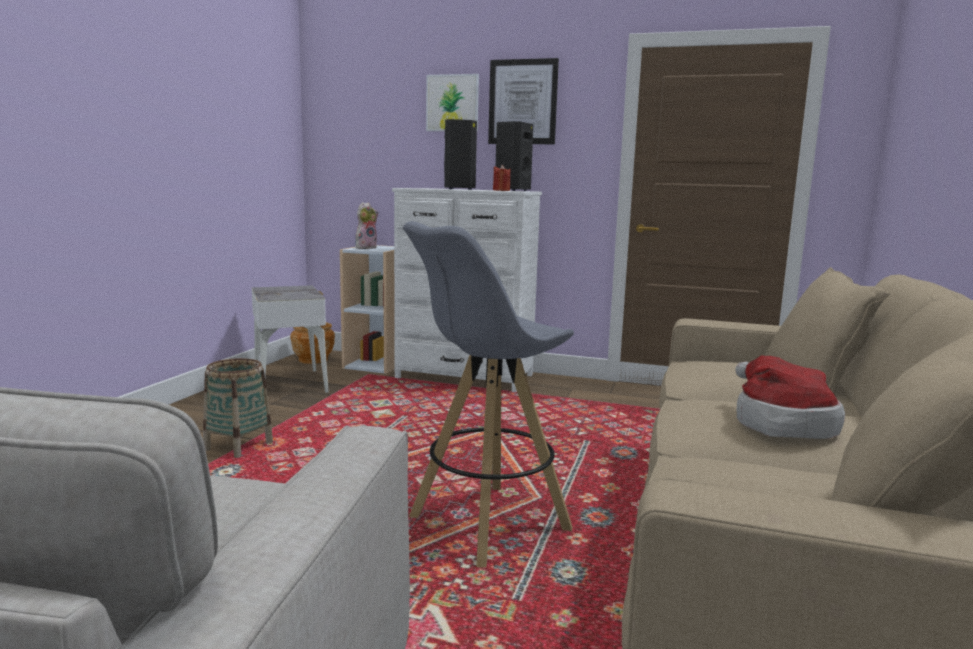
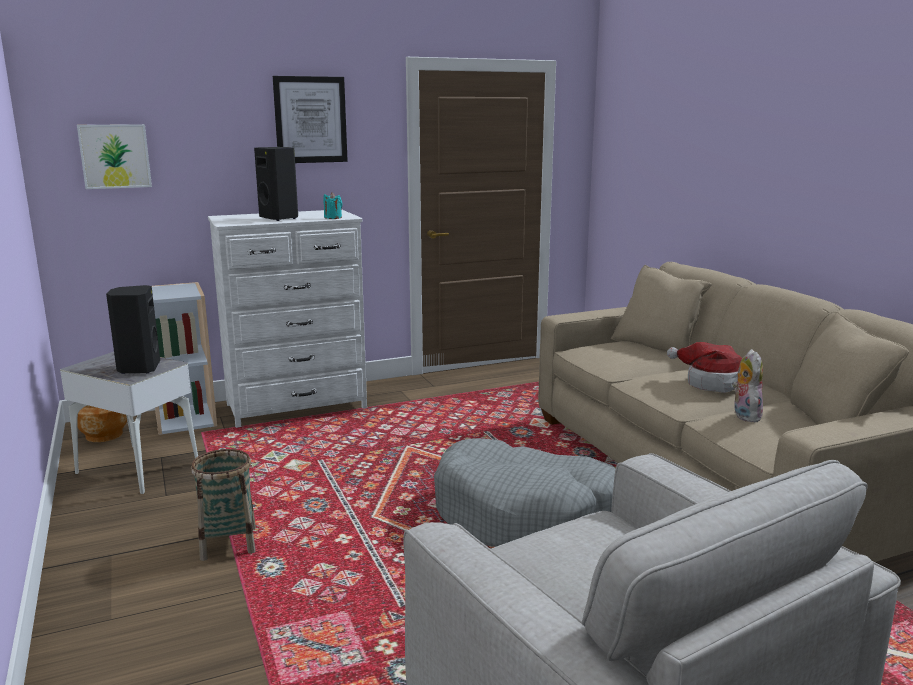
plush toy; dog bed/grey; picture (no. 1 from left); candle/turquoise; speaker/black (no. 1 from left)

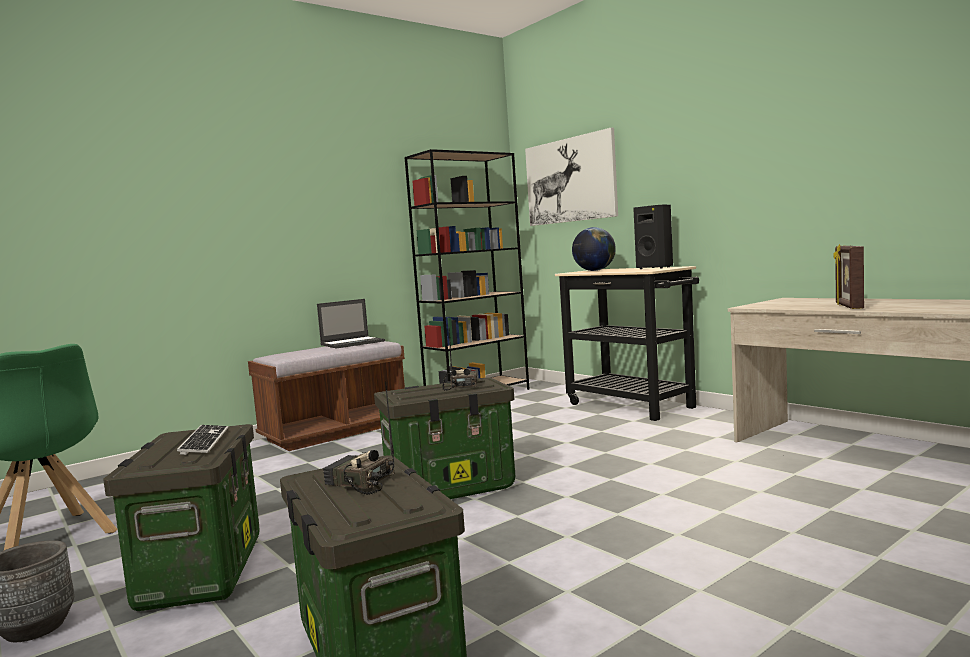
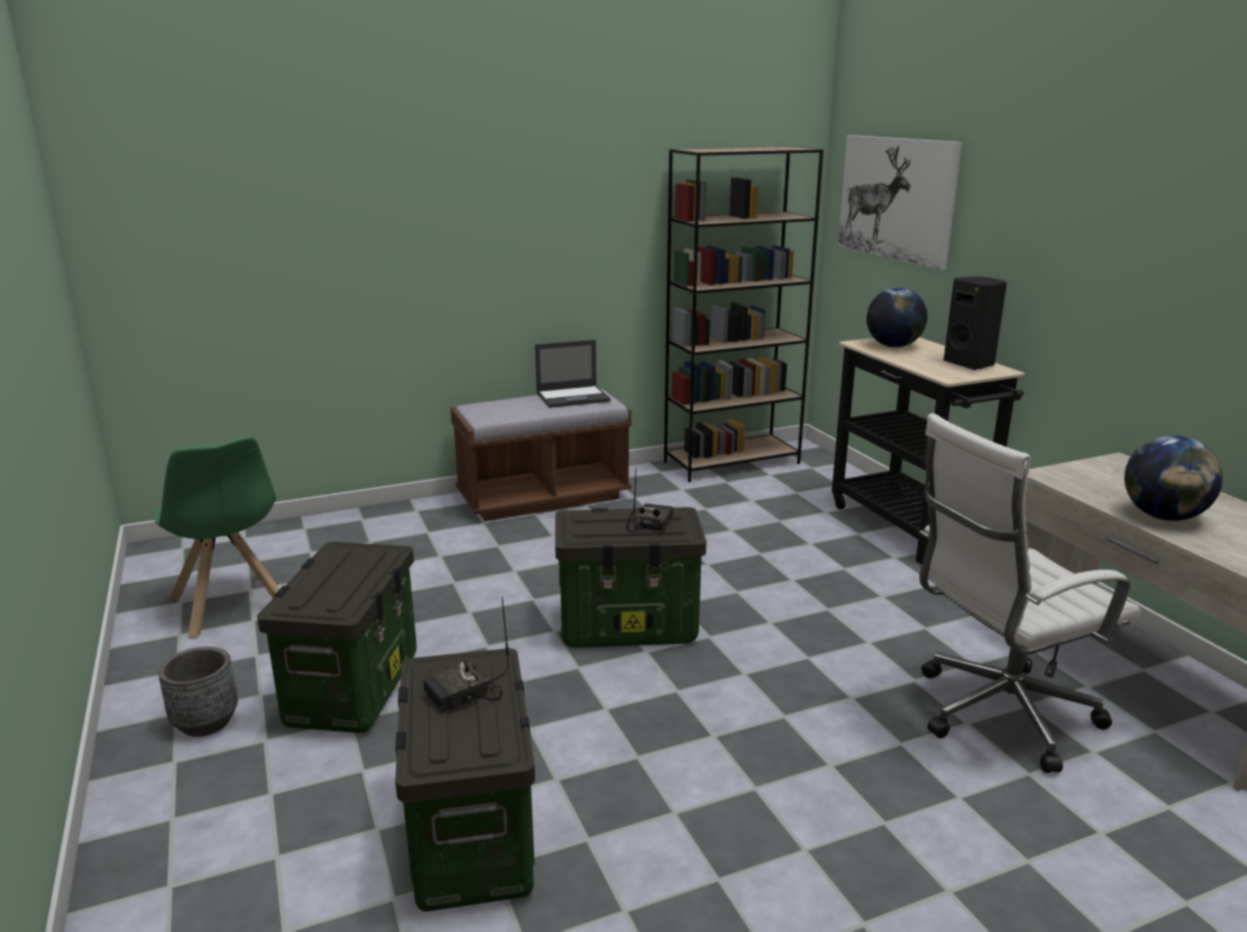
keyboard; radio (no. 1 from left); globe (no. 2 from left); office chair/white

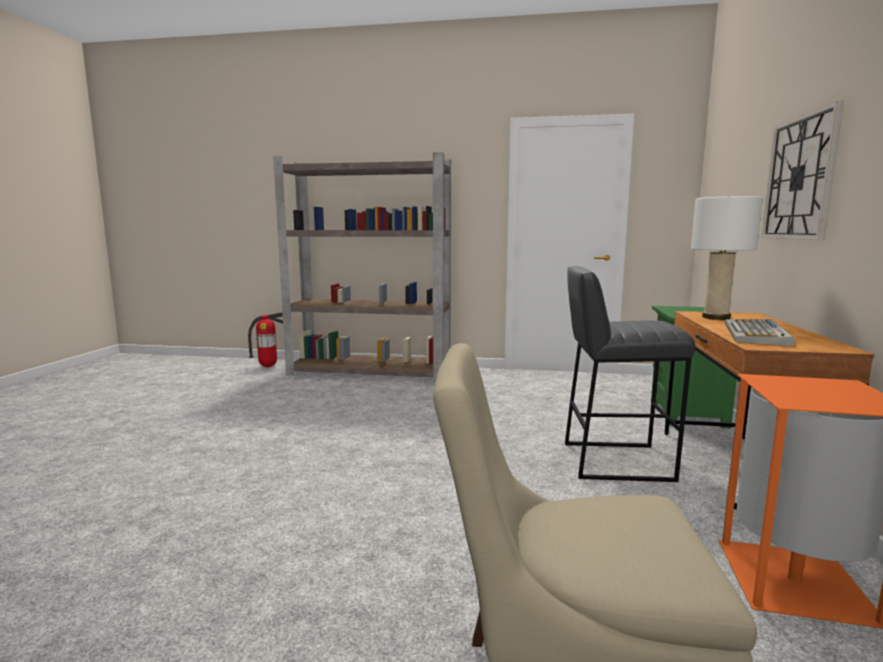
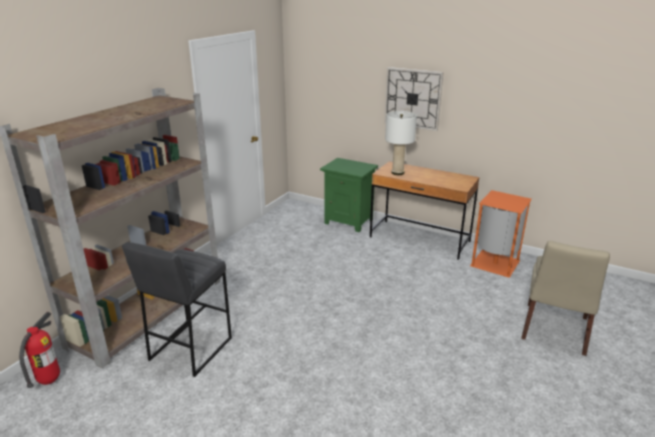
stool/grey; keyboard

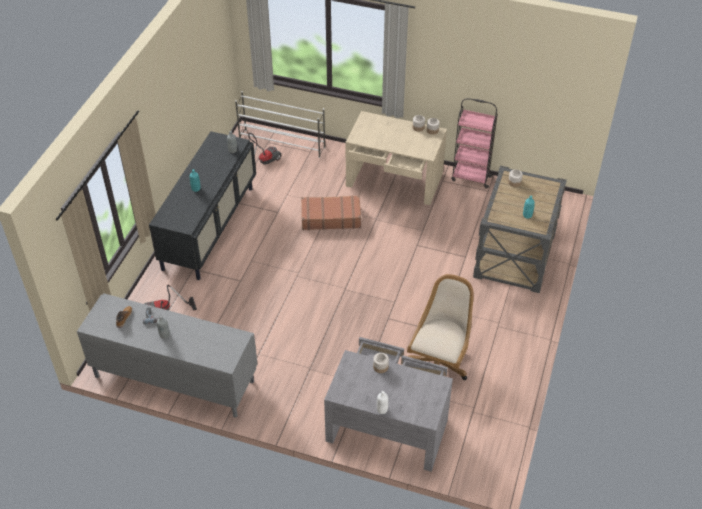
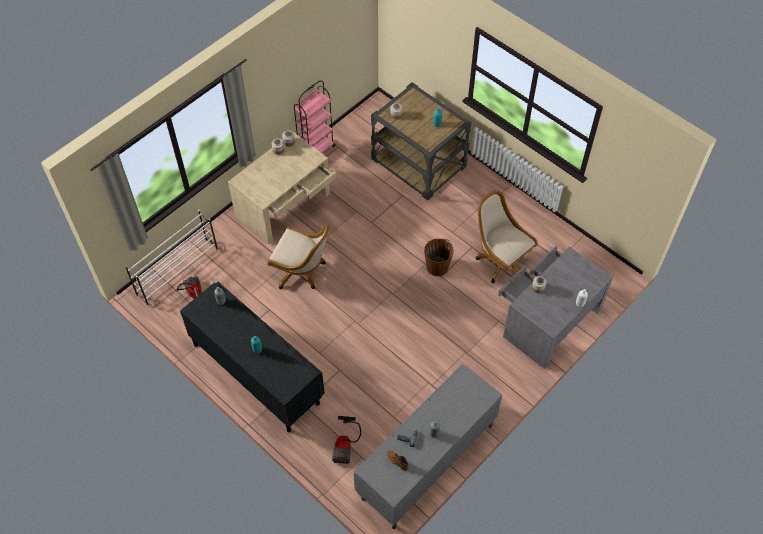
office chair (no. 1 from left); bucket/brown

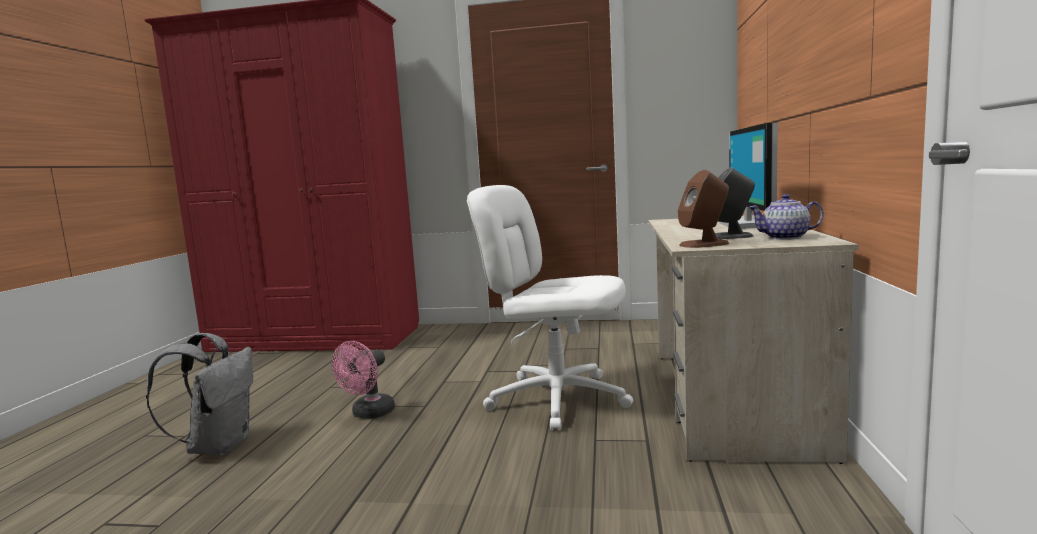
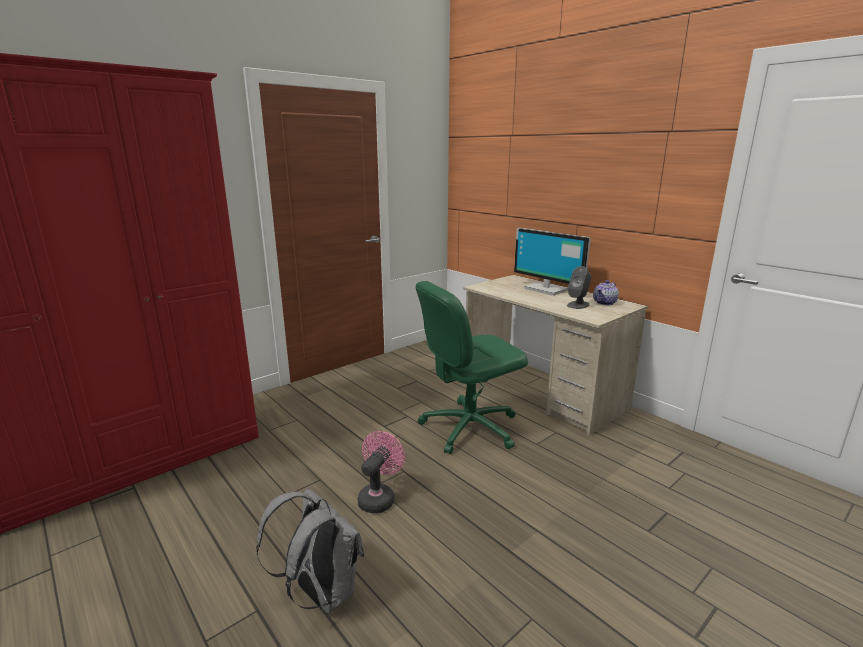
fan/pink; office chair/green; speaker/brown

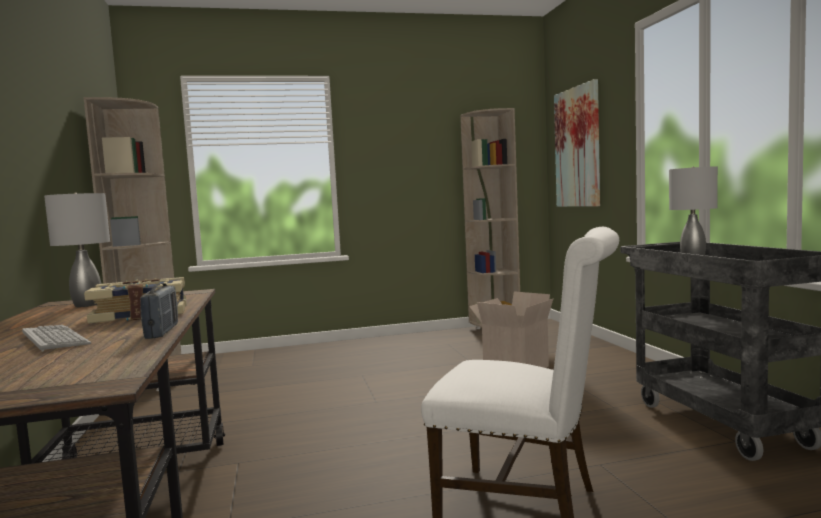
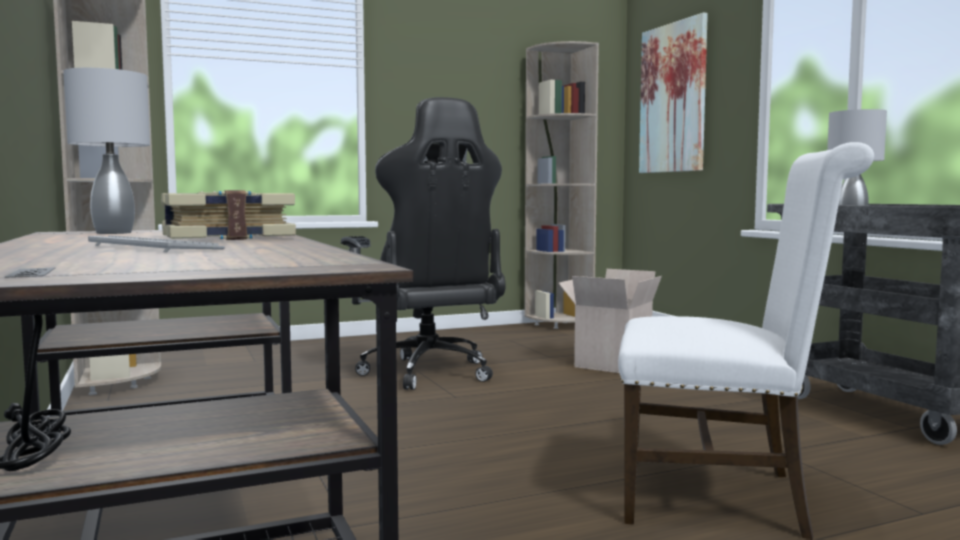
radio; office chair/black

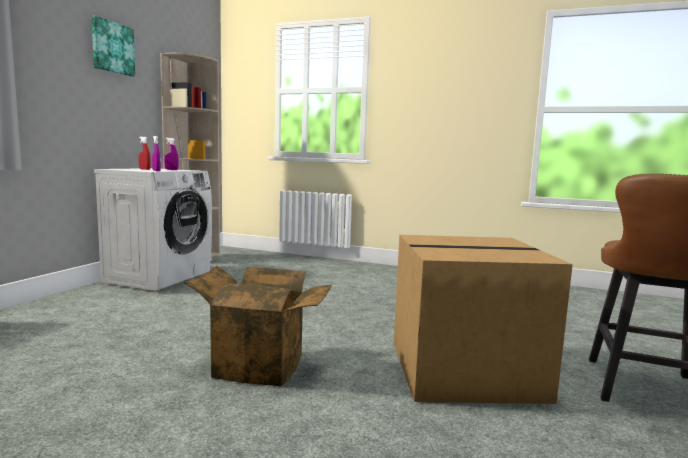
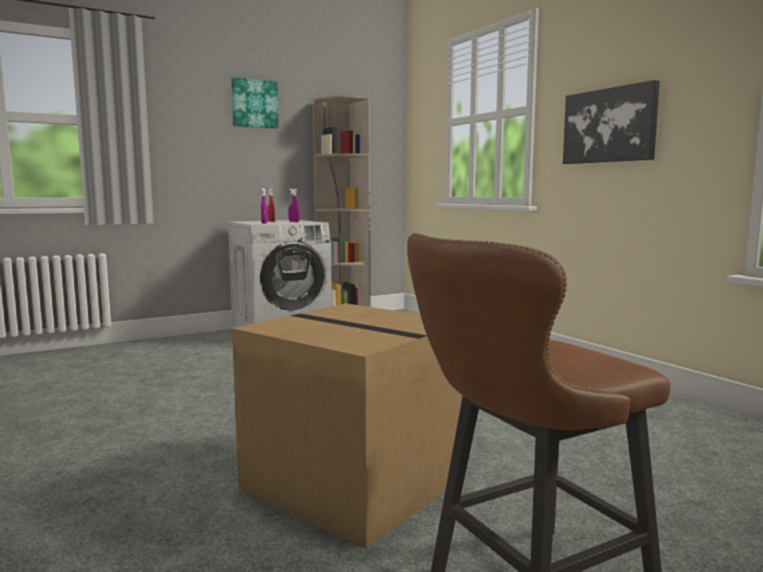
cardboard box (no. 1 from left in the first image); picture (no. 2 from left)

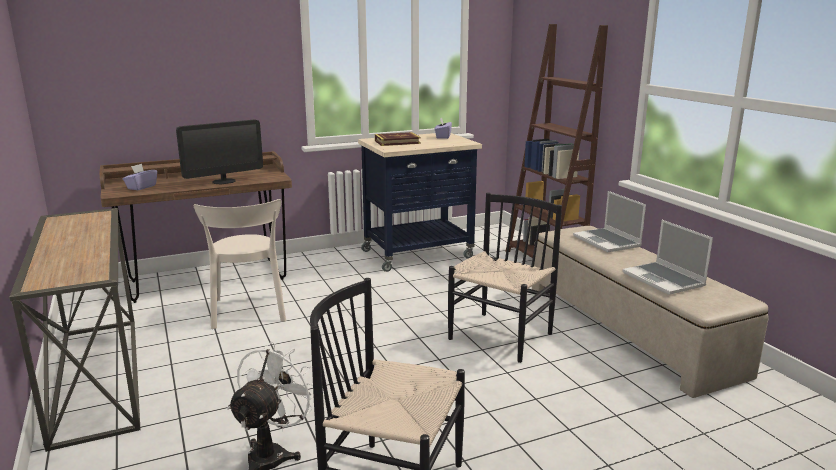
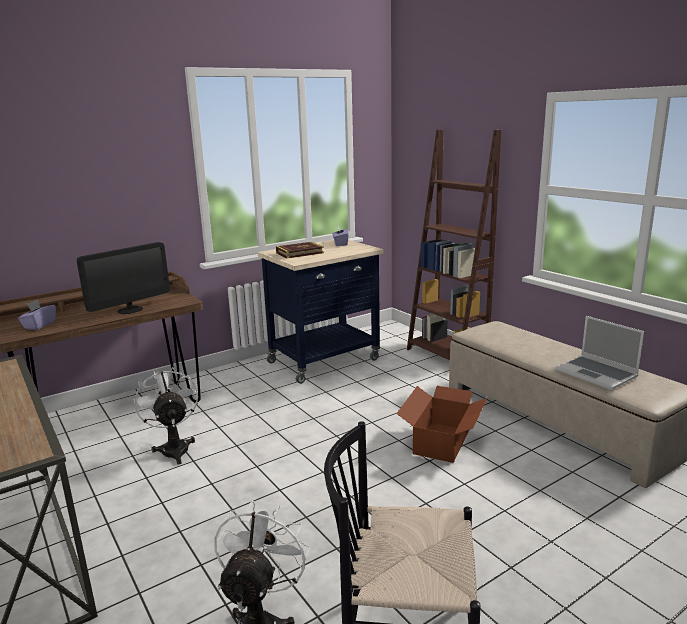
fan/white (no. 1 from left); cardboard box; laptop (no. 1 from left in the first image)

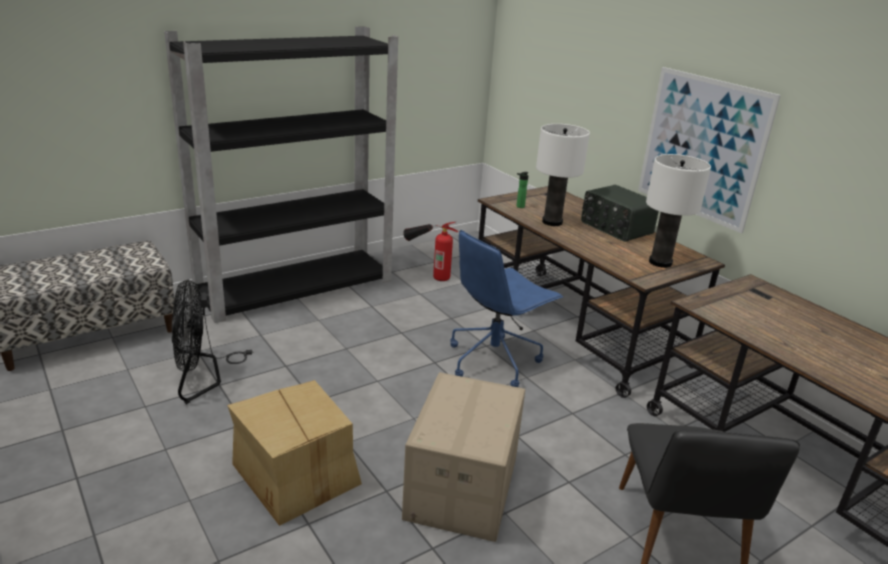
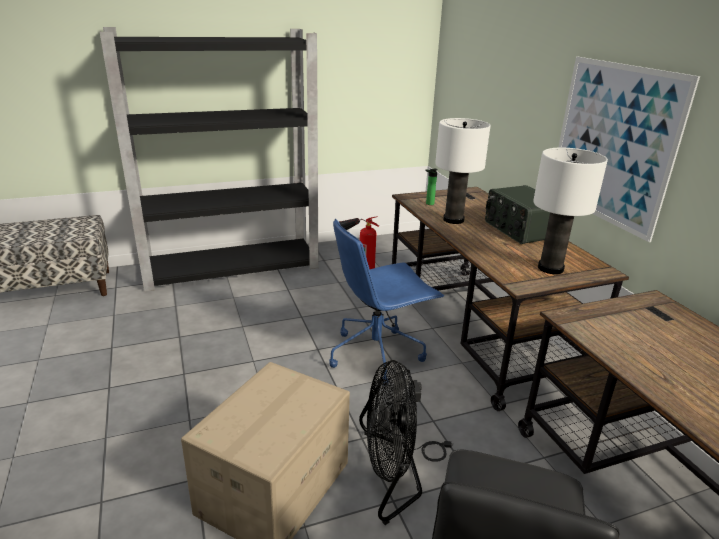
fan/black; cardboard box (no. 1 from left in the first image)

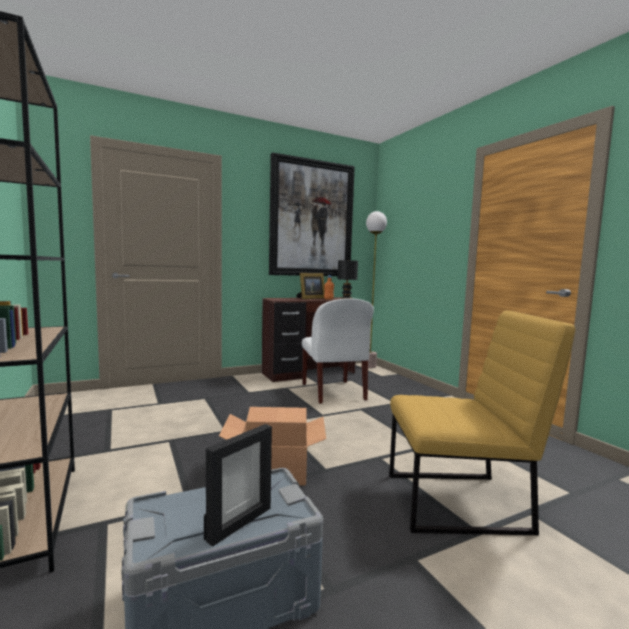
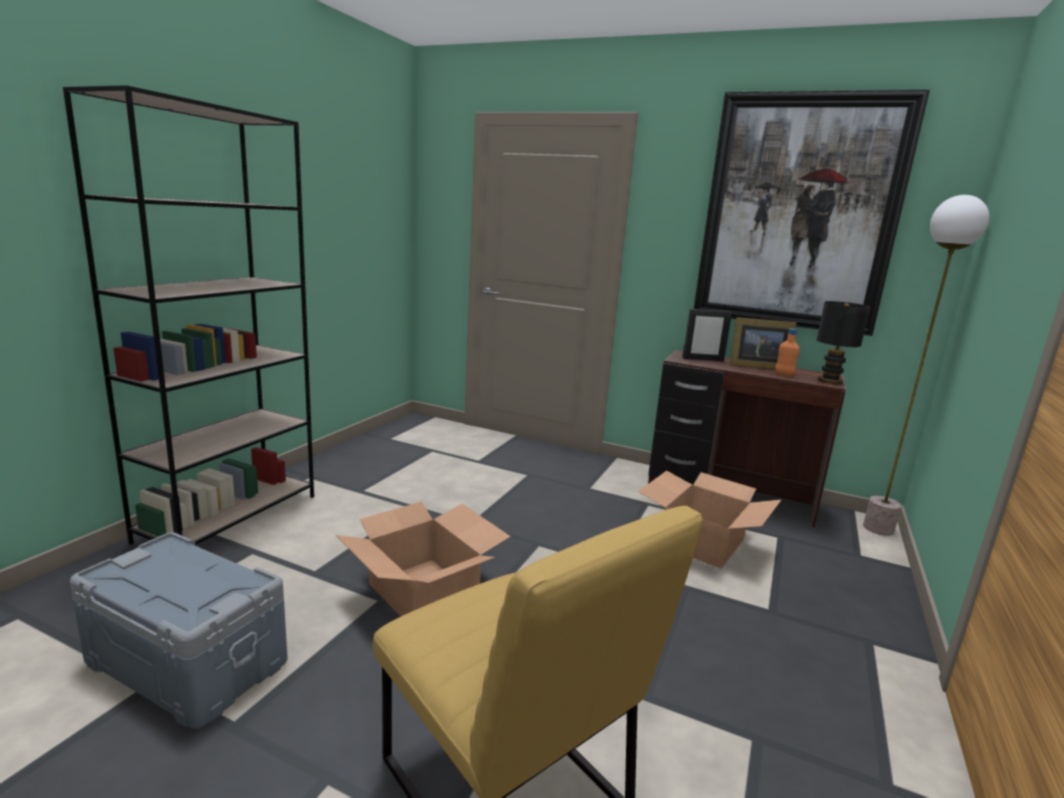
picture frame (no. 1 from left); cardboard box (no. 2 from left)

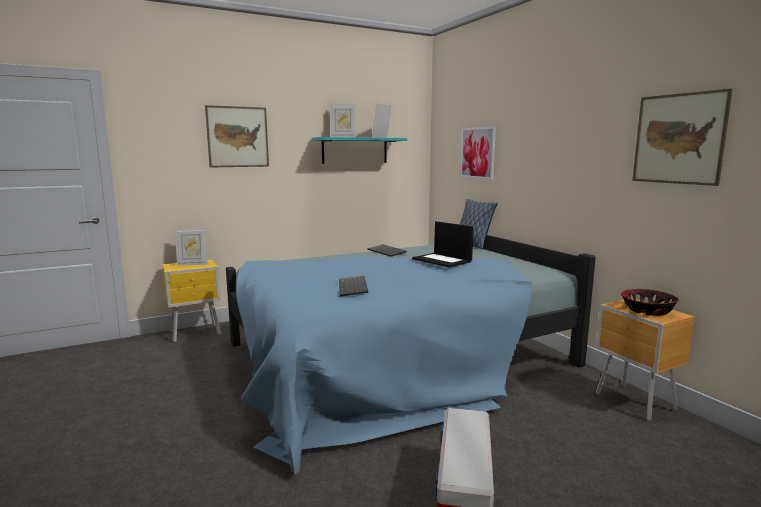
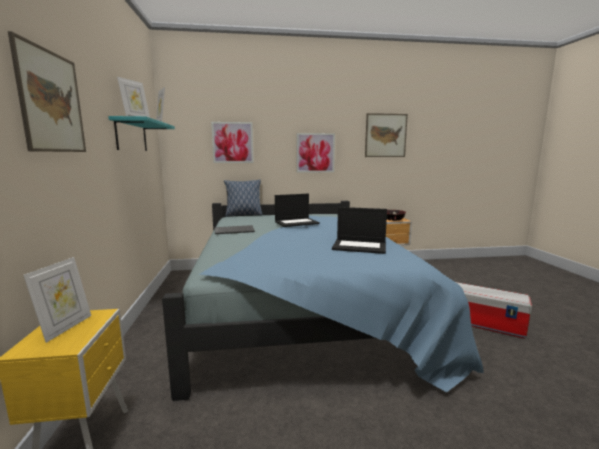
laptop (no. 2 from left); picture (no. 3 from left)

